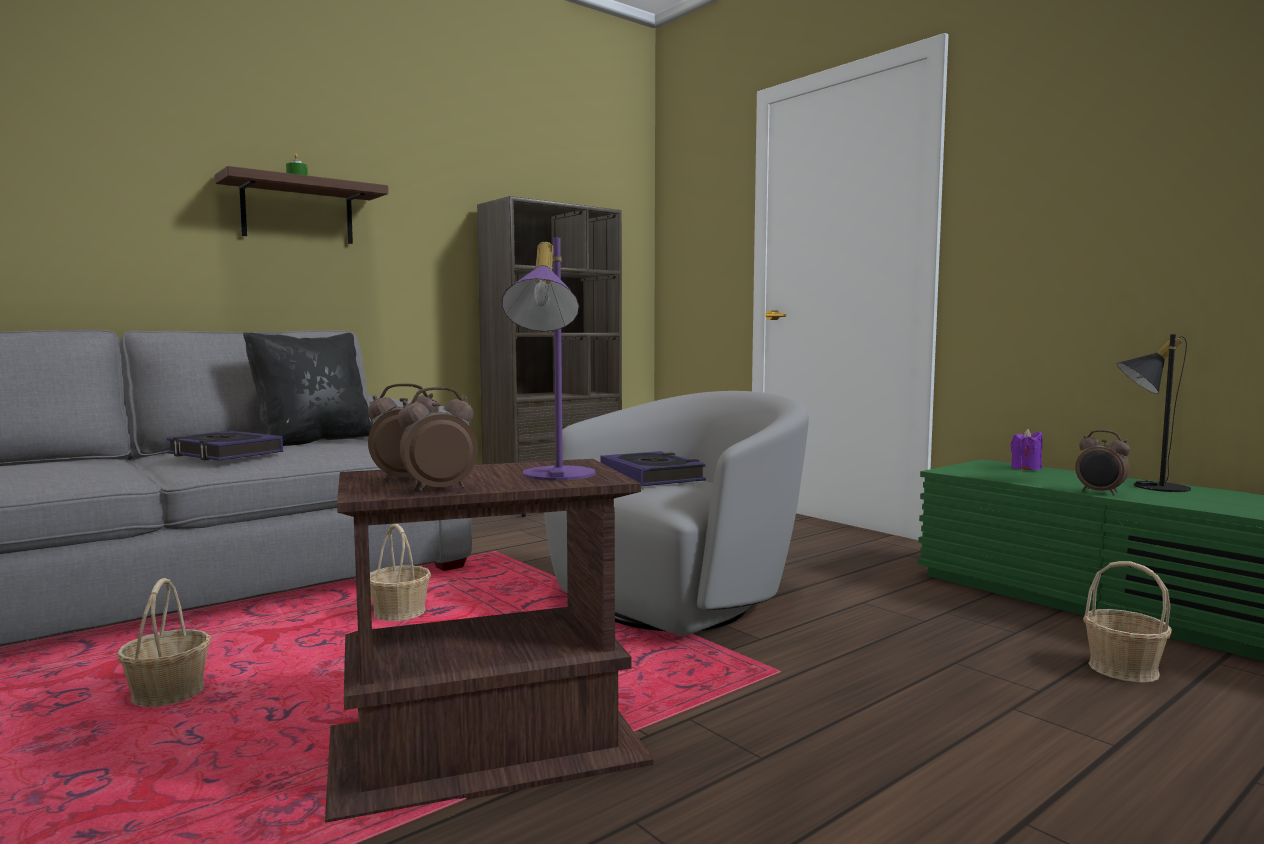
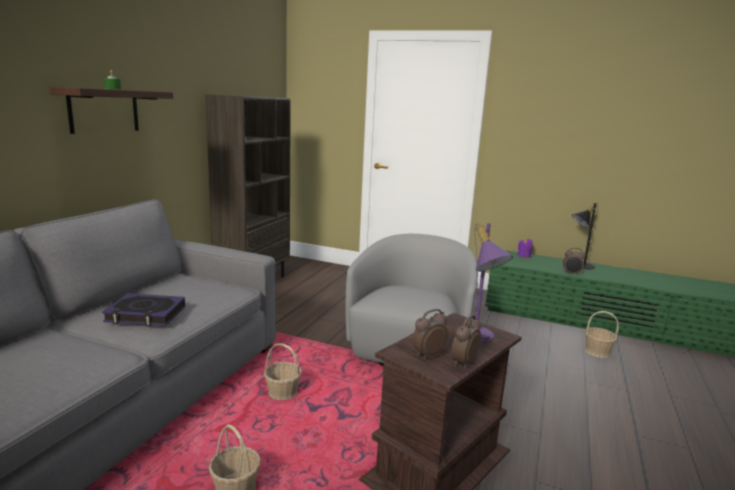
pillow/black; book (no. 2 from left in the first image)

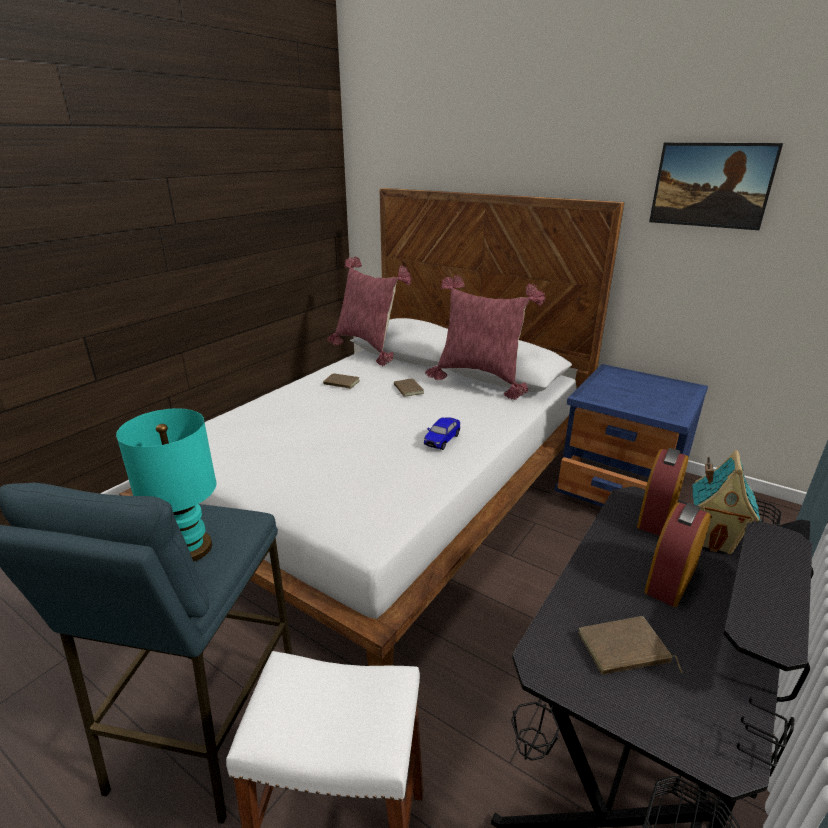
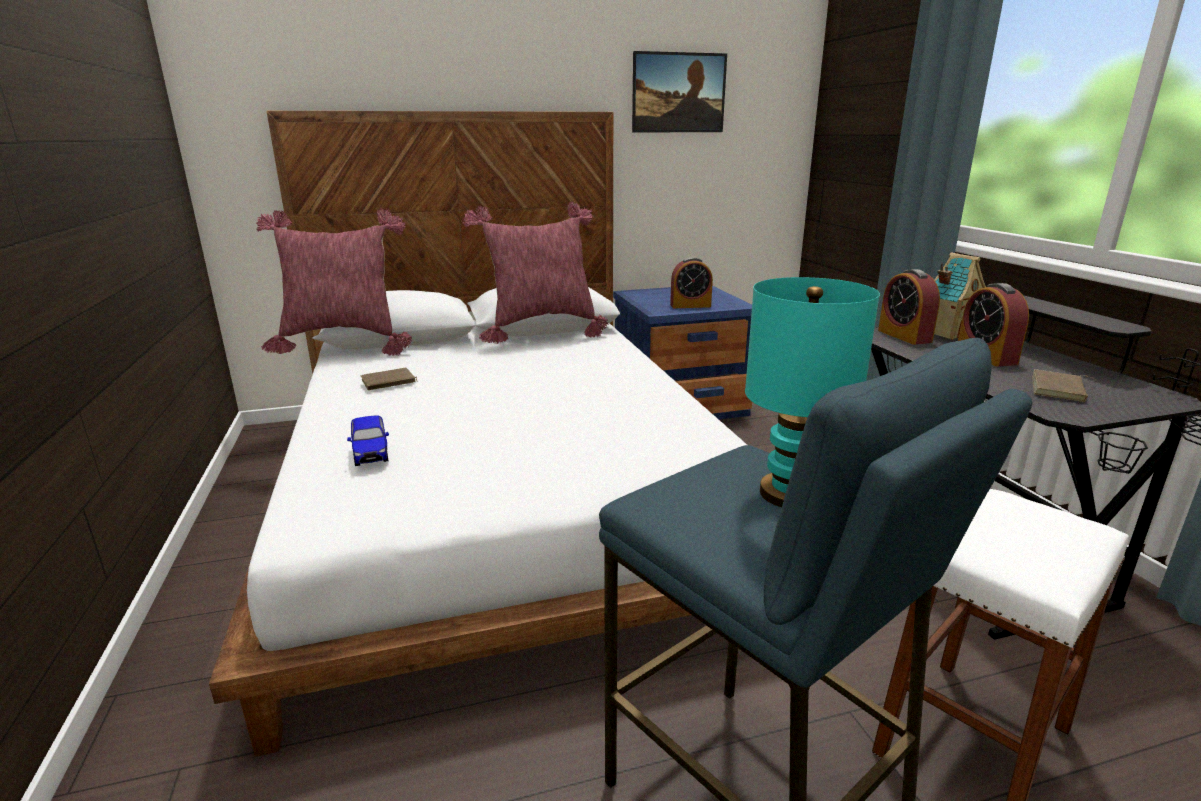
book/brown (no. 2 from left in the first image); toy car; alarm clock (no. 1 from left)

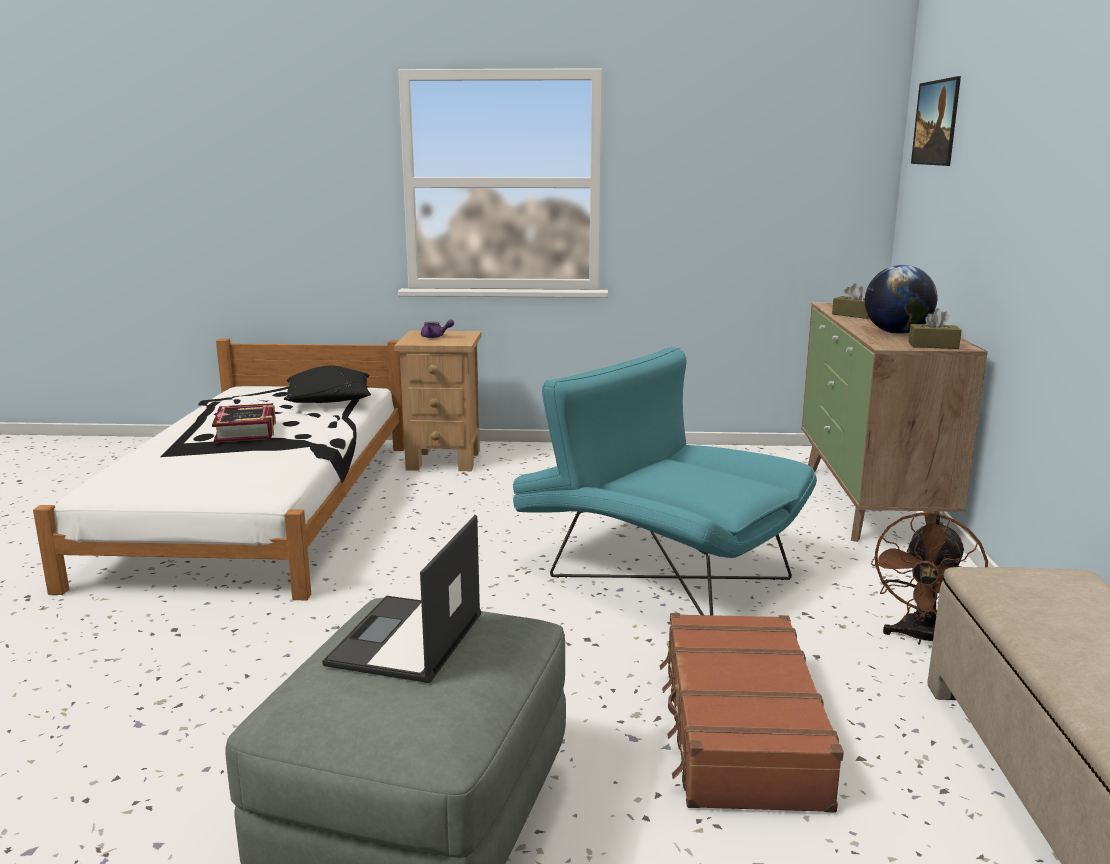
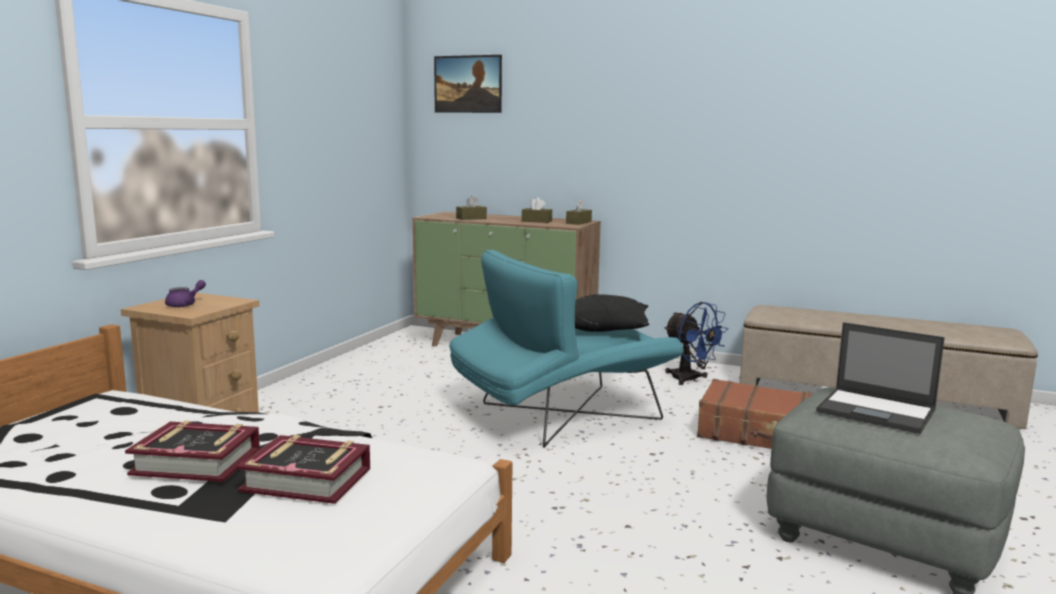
pillow/black; tissue box/brown (no. 2 from left); fan/blue; book (no. 2 from left)

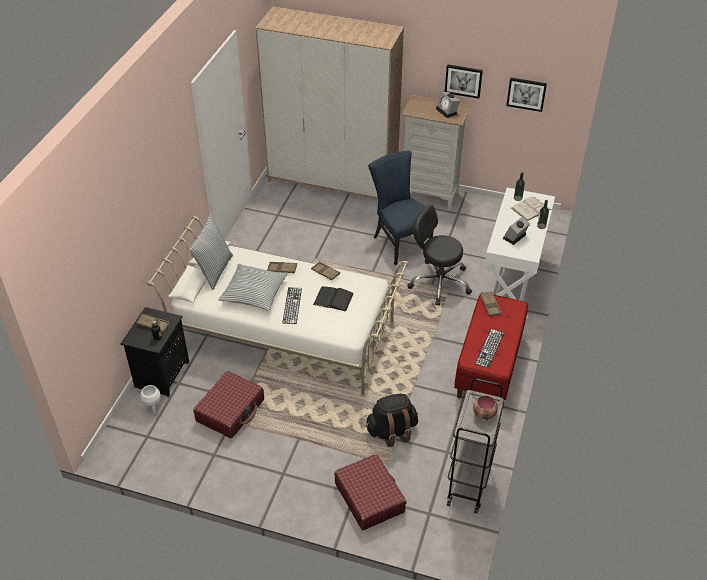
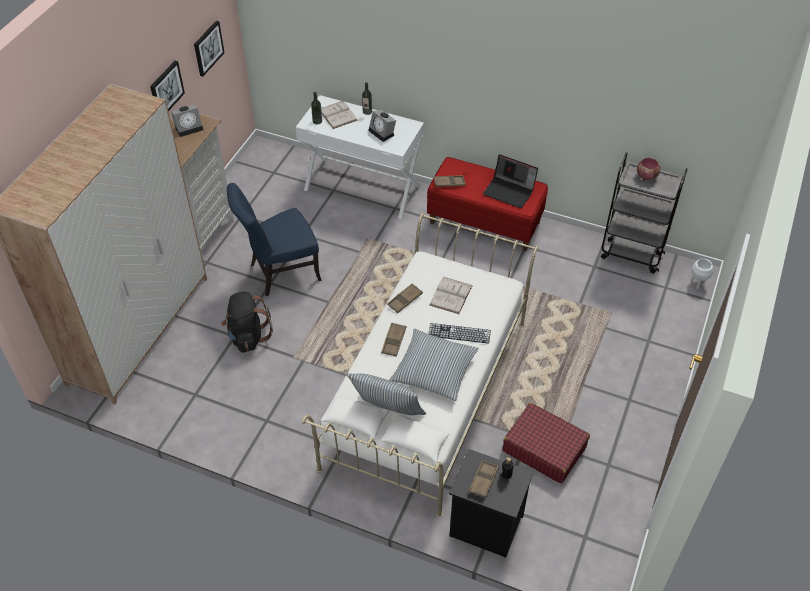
planter/white; book/white (no. 2 from left); suitcase/red (no. 2 from left in the first image); backpack/black; office chair/black; laptop

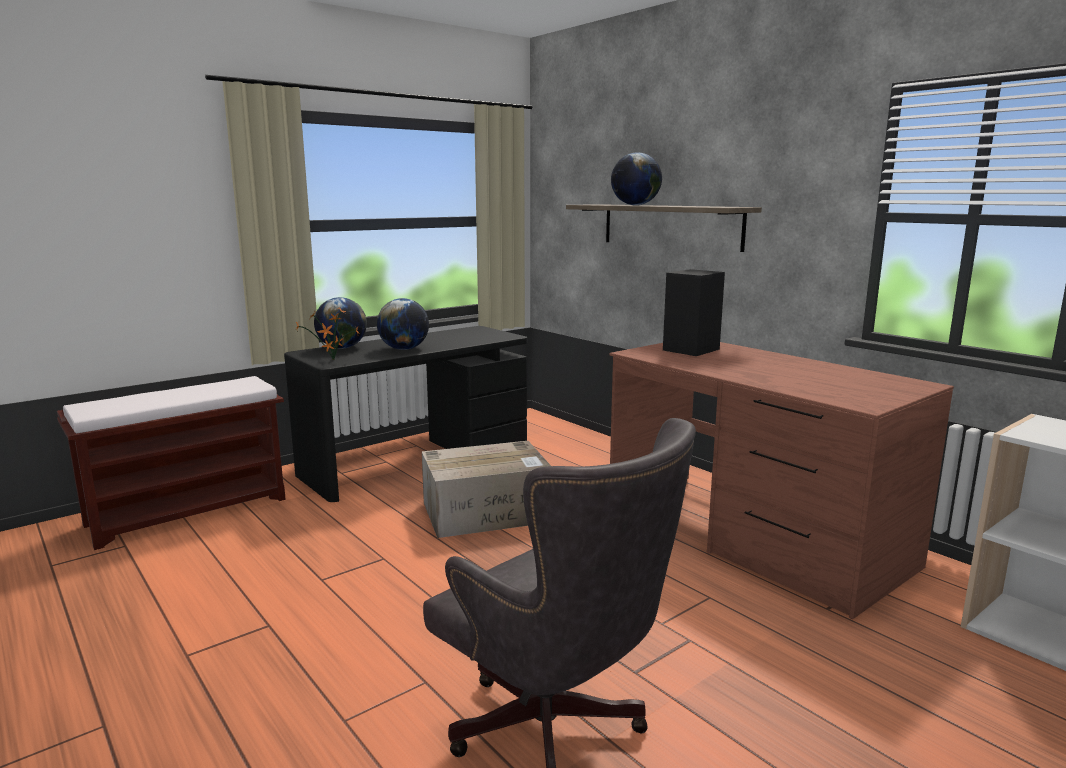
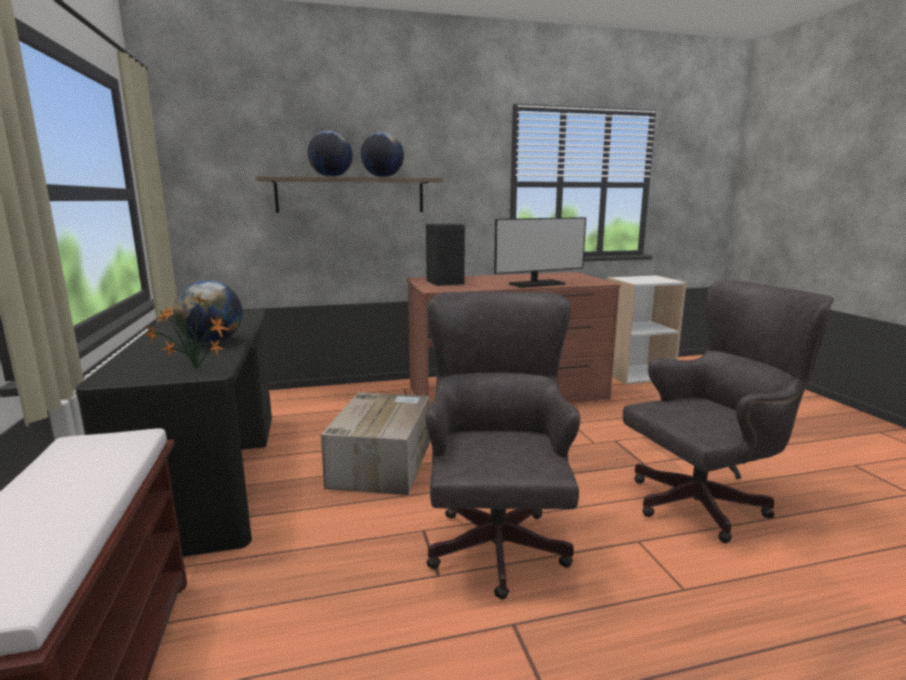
globe (no. 3 from left); office chair/grey (no. 1 from left); monitor

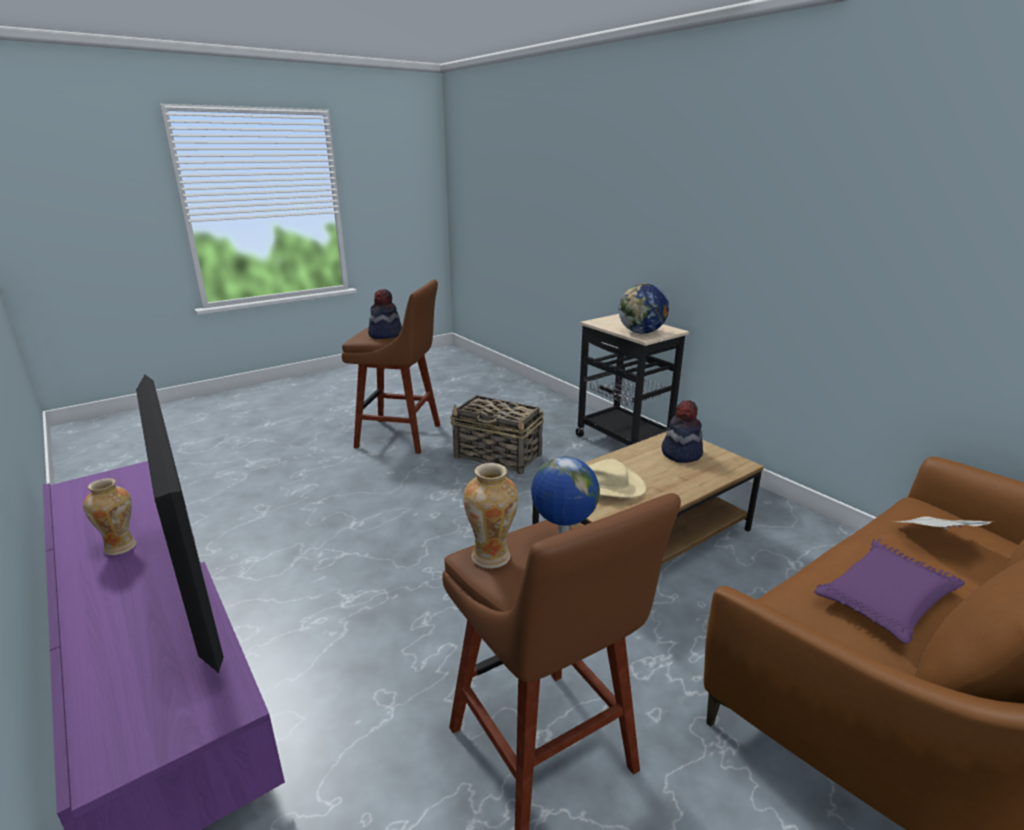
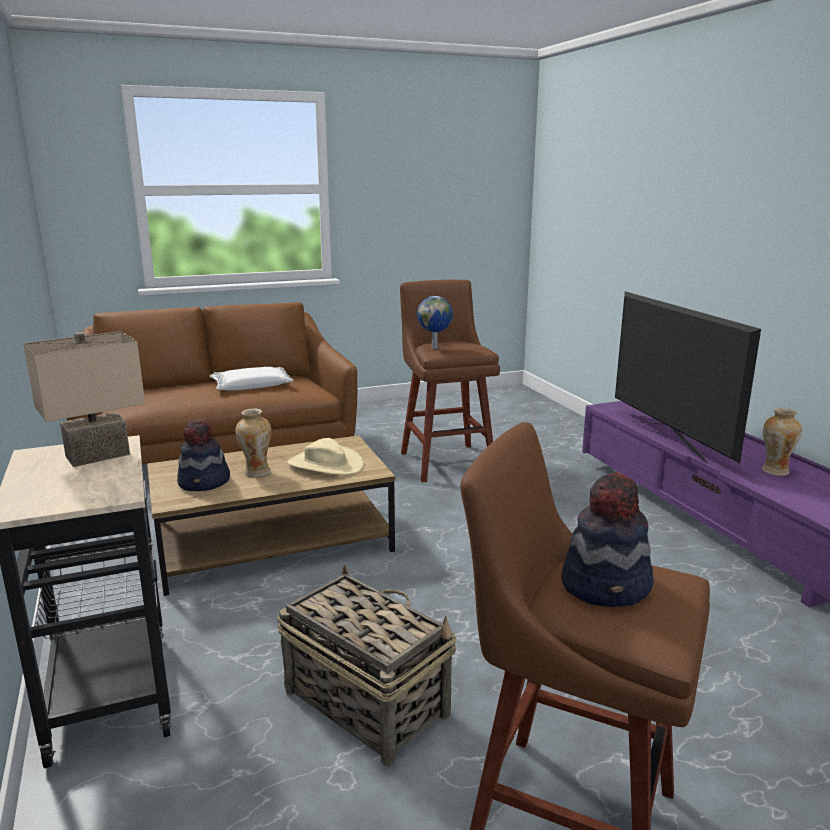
vase (no. 1 from left); table lamp/beige; pillow/white; newspaper

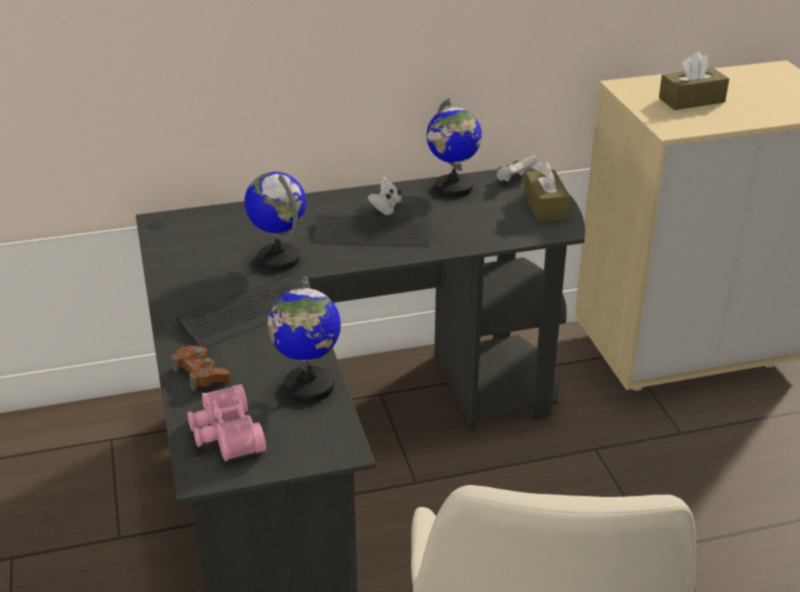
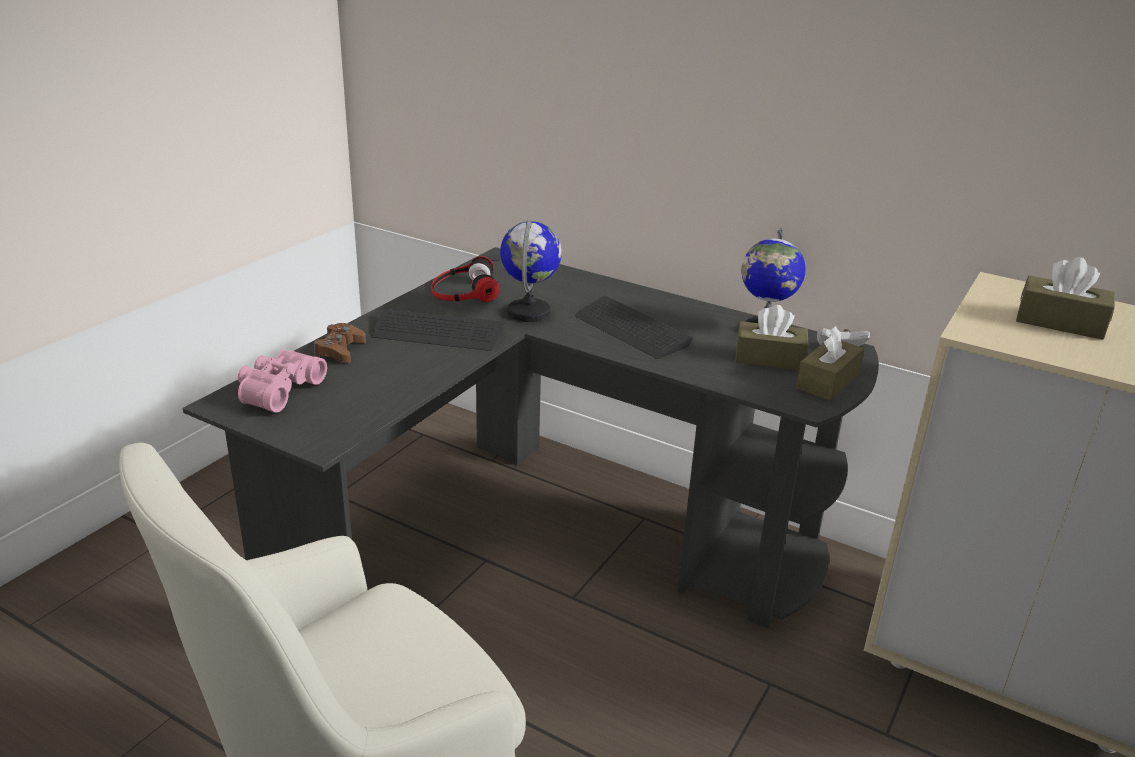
globe (no. 2 from left in the first image); game controller/white (no. 1 from left in the first image); headphones; tissue box/brown (no. 1 from left)

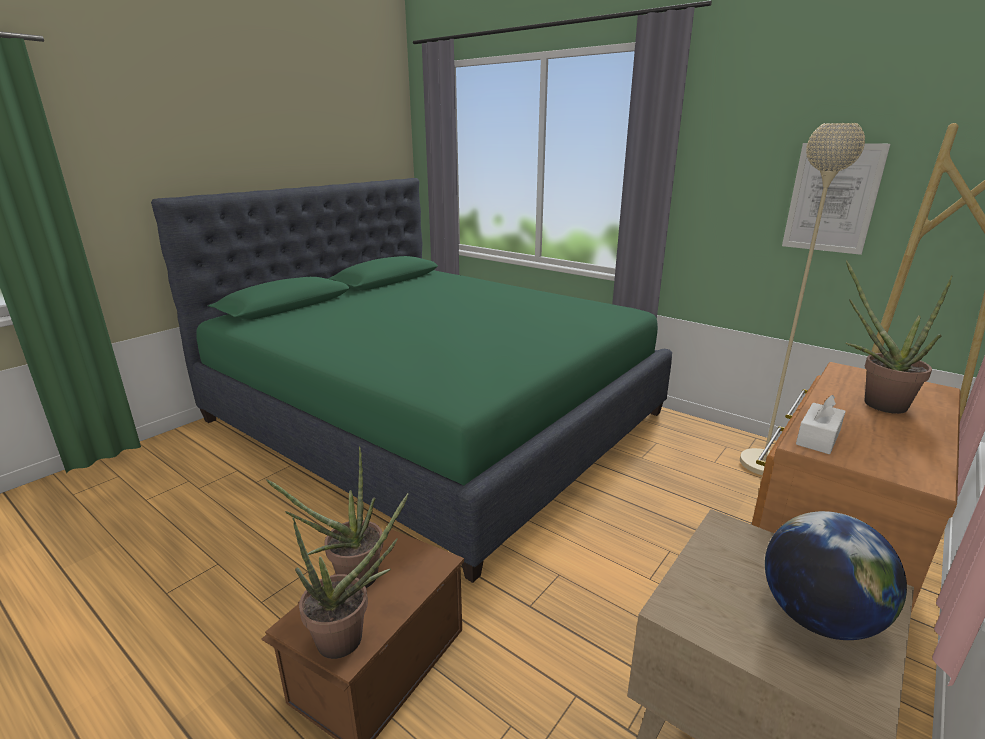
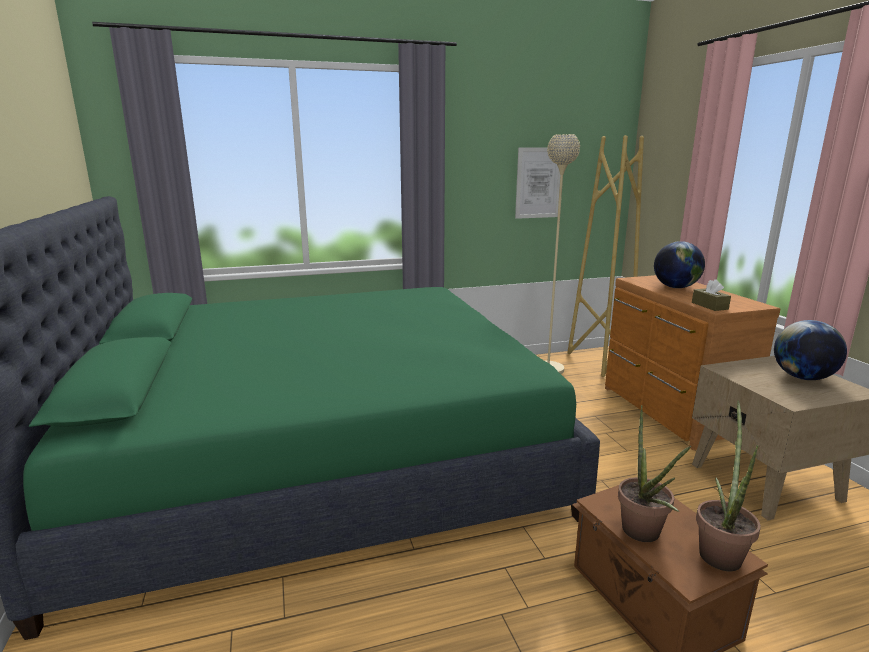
tissue box/brown; globe (no. 1 from left)

